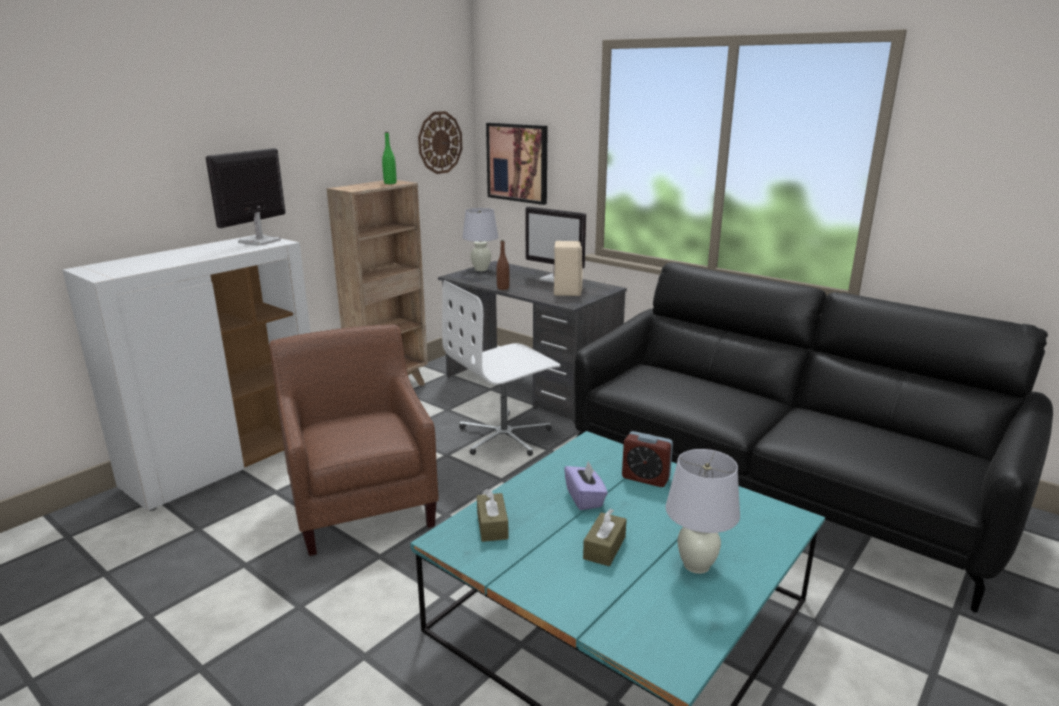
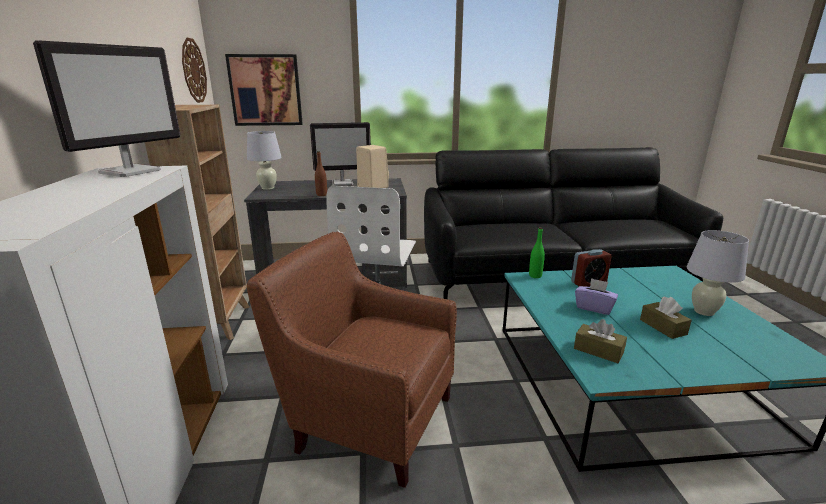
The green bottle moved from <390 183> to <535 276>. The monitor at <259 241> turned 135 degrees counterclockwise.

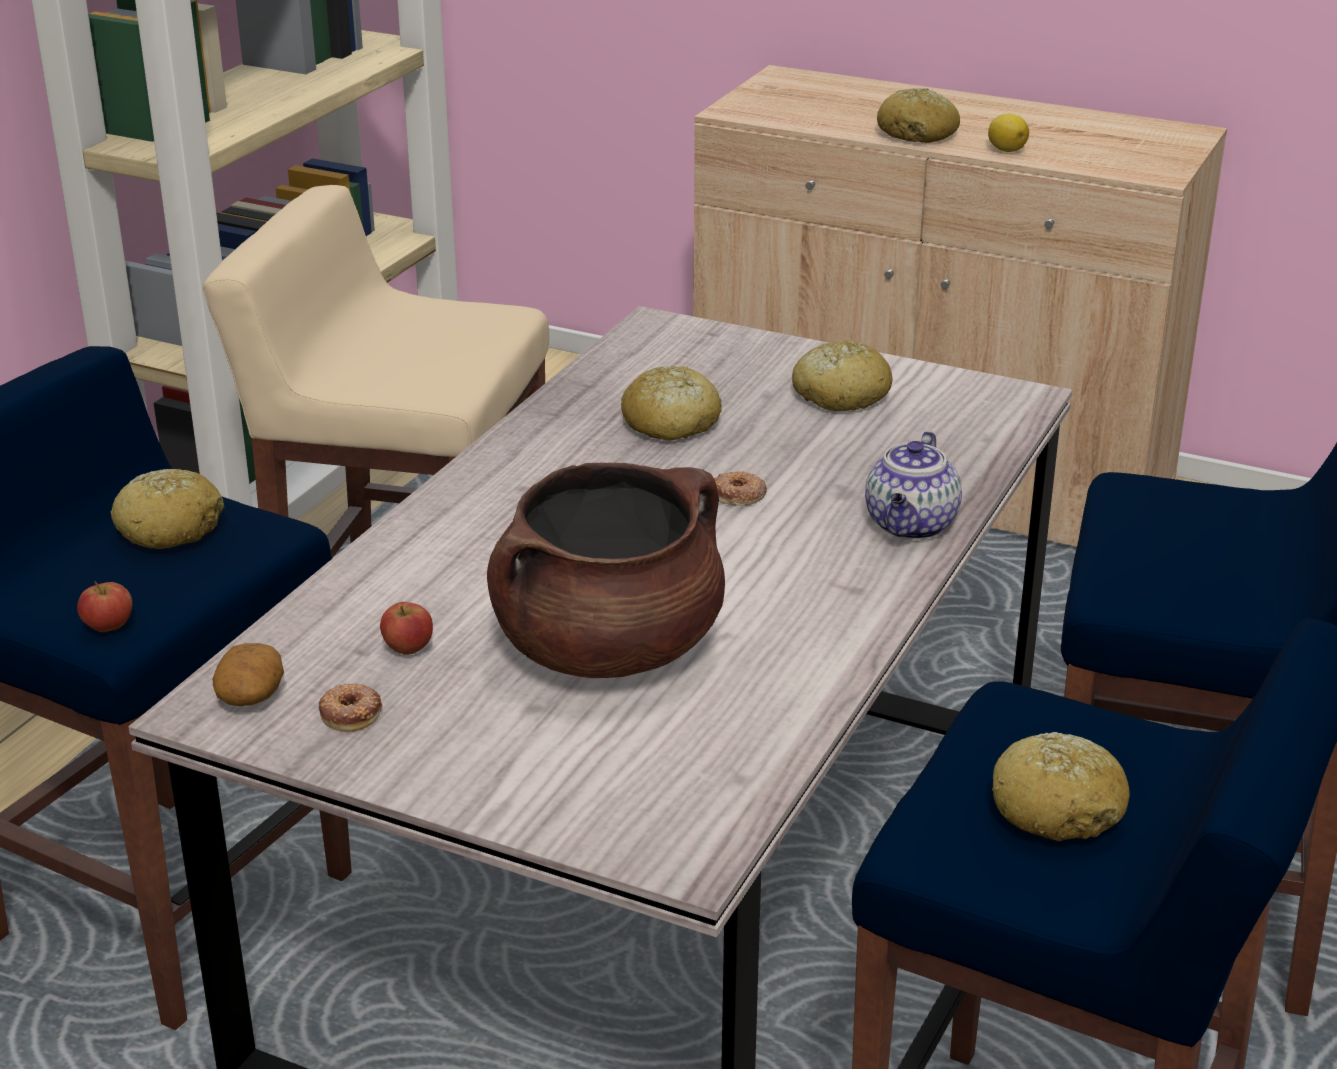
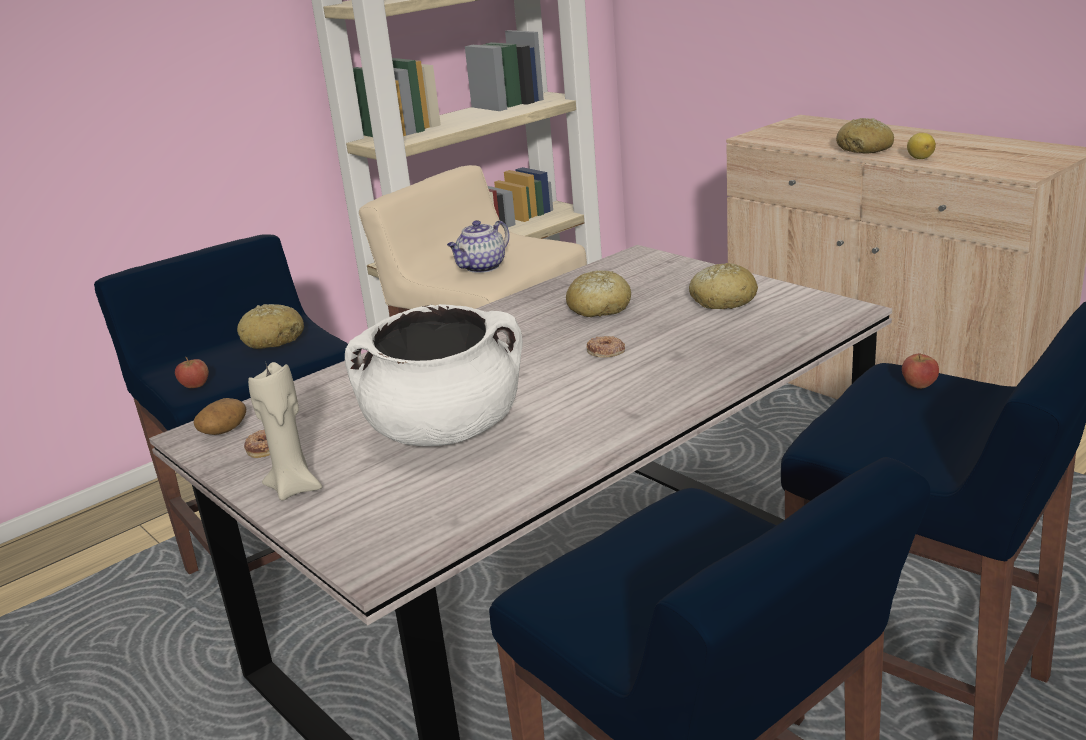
The tea pot moved from <911 526> to <481 268>. The brown-coloured stockpot at <608 648> became the whitish stockpot at <445 430>. The whole apple moved from <408 648> to <919 385>. The bakery bread at <1057 809> disappeared. The beige candle at <295 488> appeared.

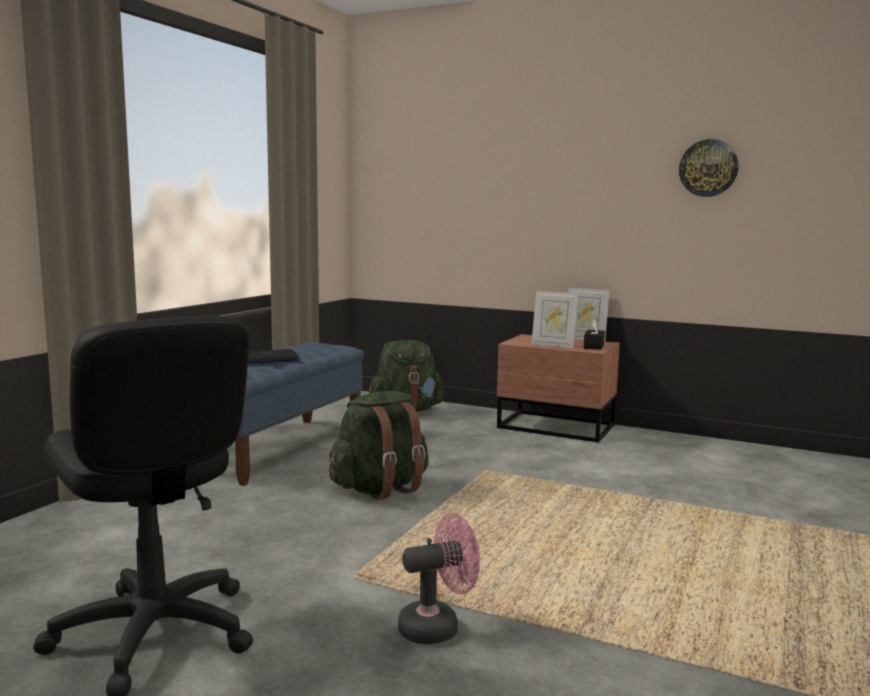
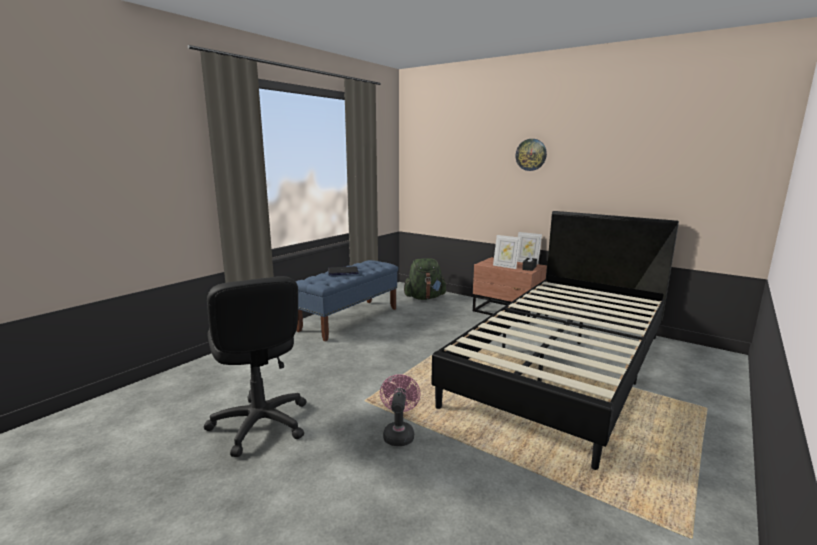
The clock on the wall moved from <708 168> to <531 154>. The green rucksack at <380 488> disappeared. The pink-coloured fan at <438 627> turned 75 degrees counterclockwise. The black bedroom bed at <564 367> appeared.

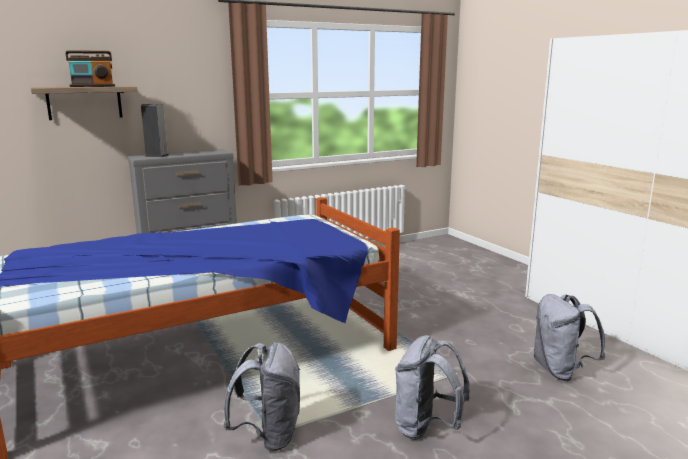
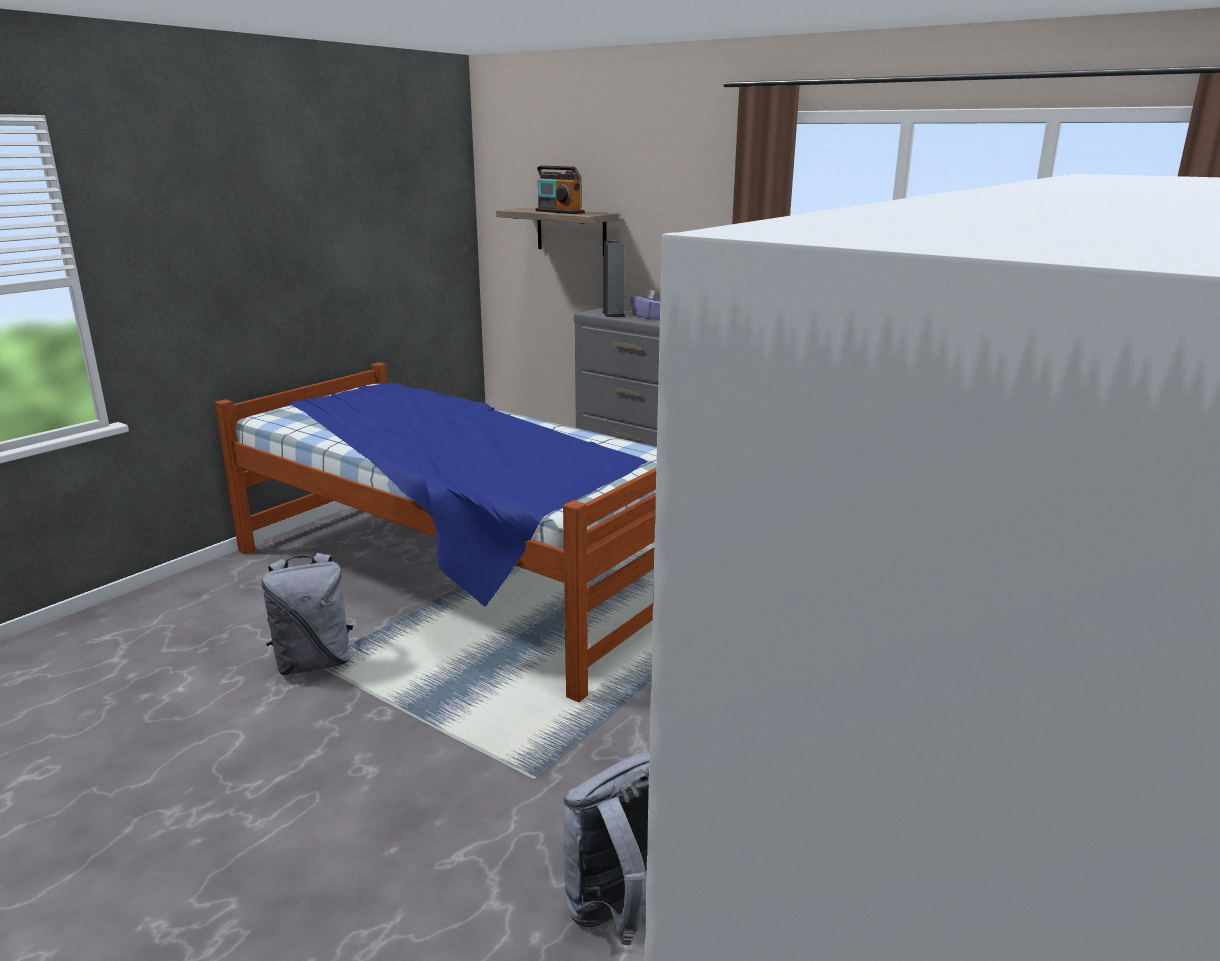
The greyish rucksack at <426 428> disappeared. The purple-coloured tissue box at <647 316> appeared.

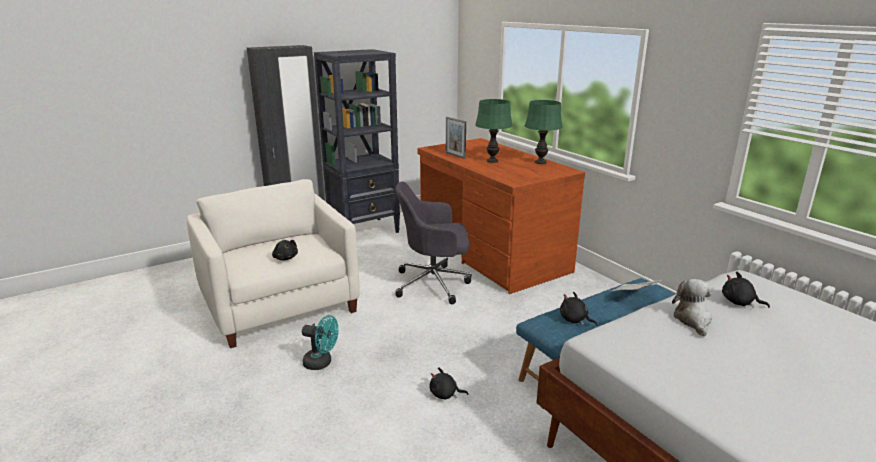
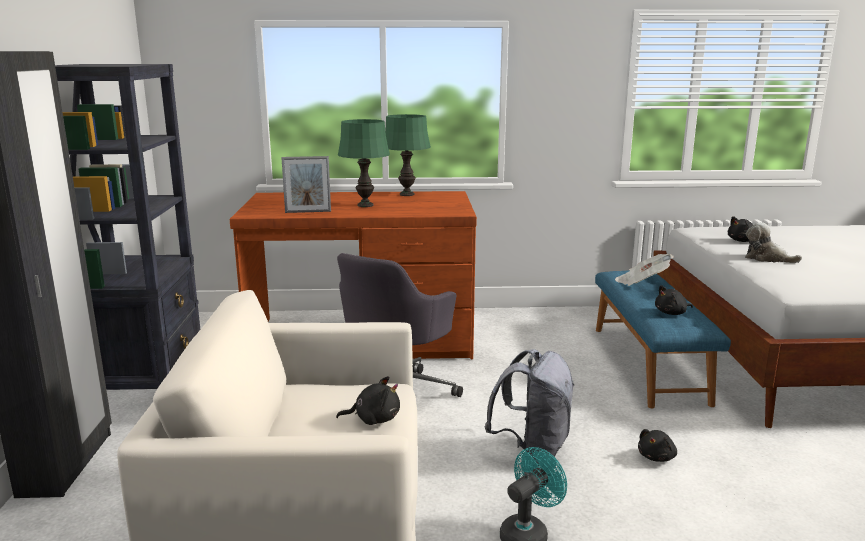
The greyish rucksack at <532 451> appeared.

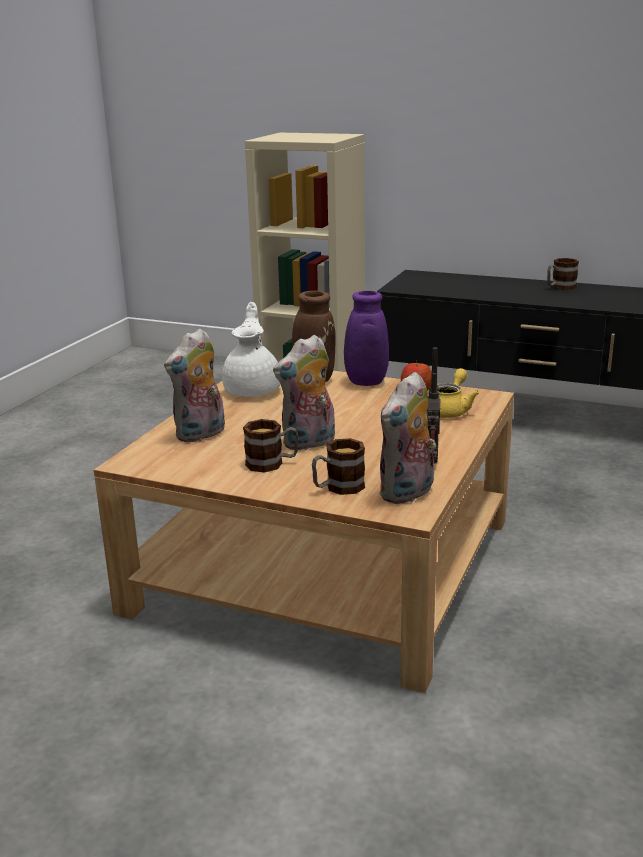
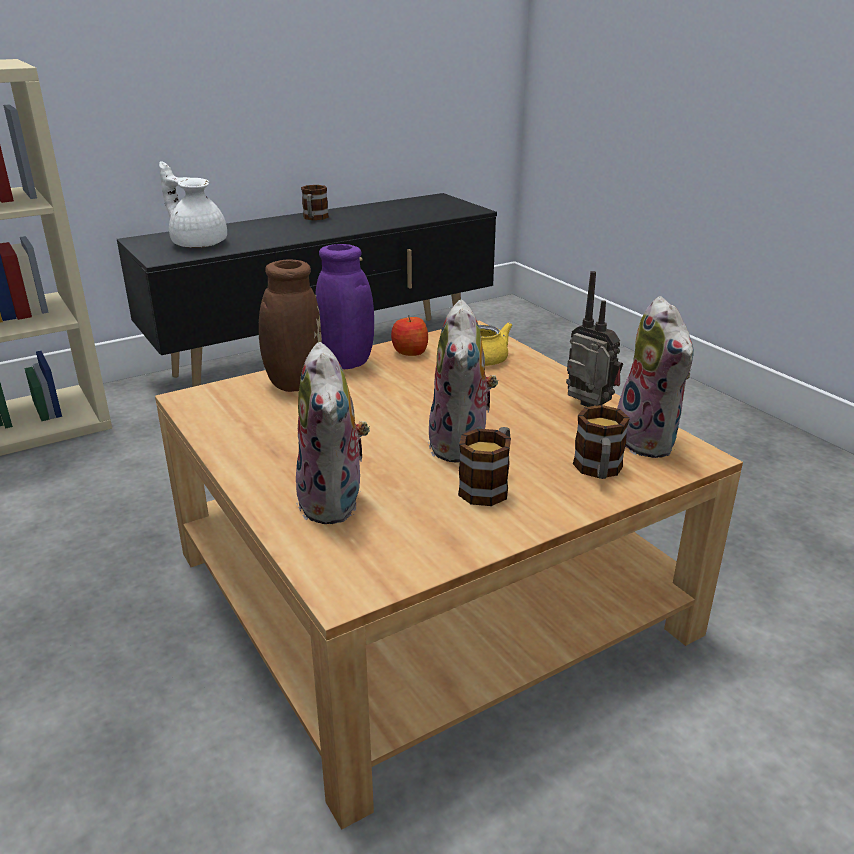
The whitish tea pot moved from <254 390> to <198 243>.

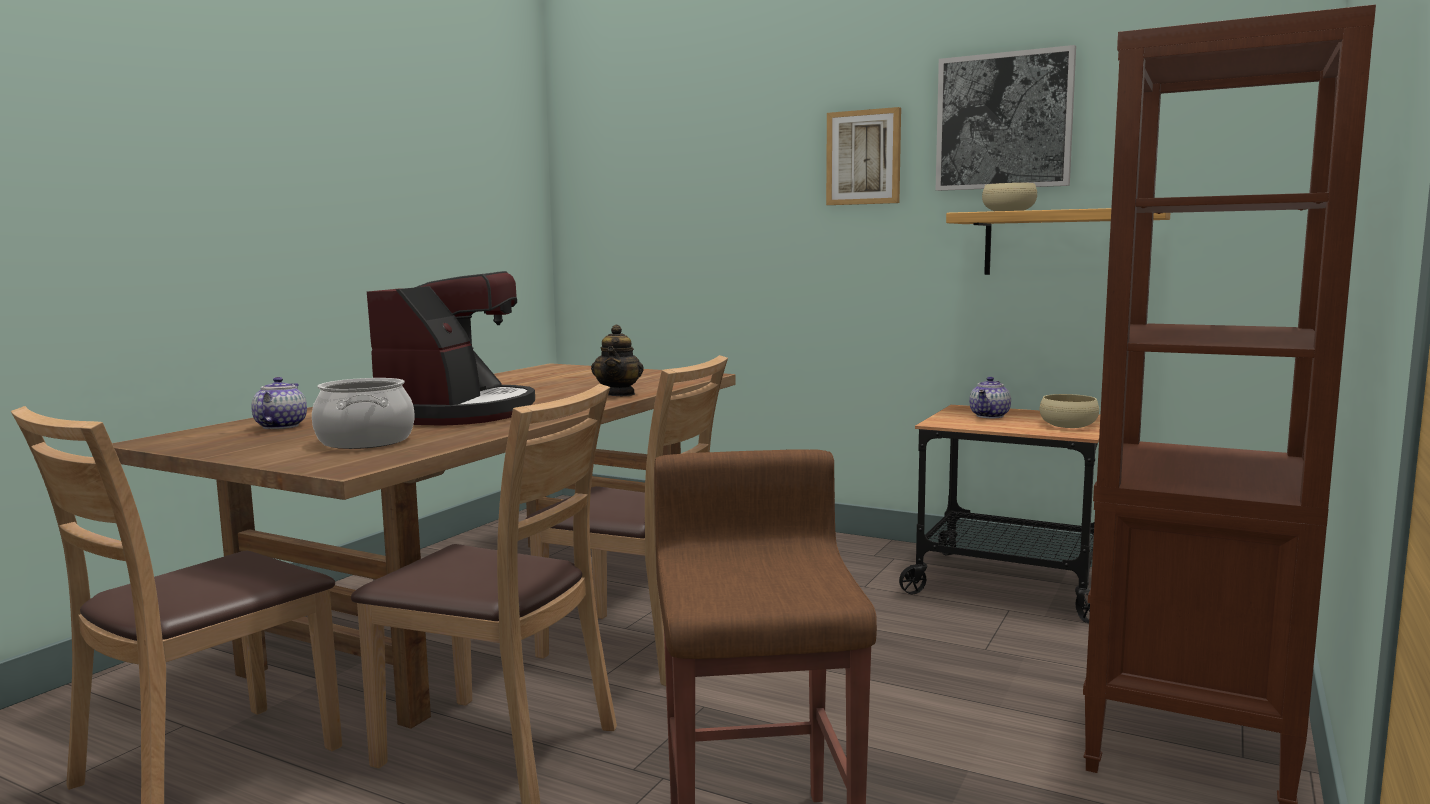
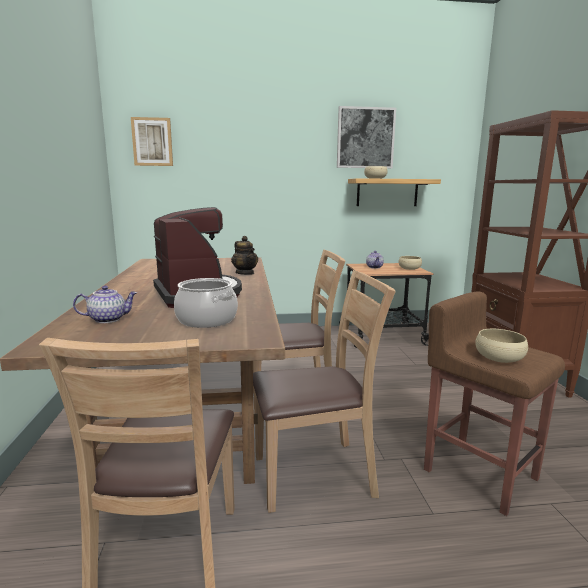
The wall art moved from <864 157> to <152 142>. The tea pot at <280 426> turned 105 degrees clockwise. The beige serving bowl at <499 357> appeared.

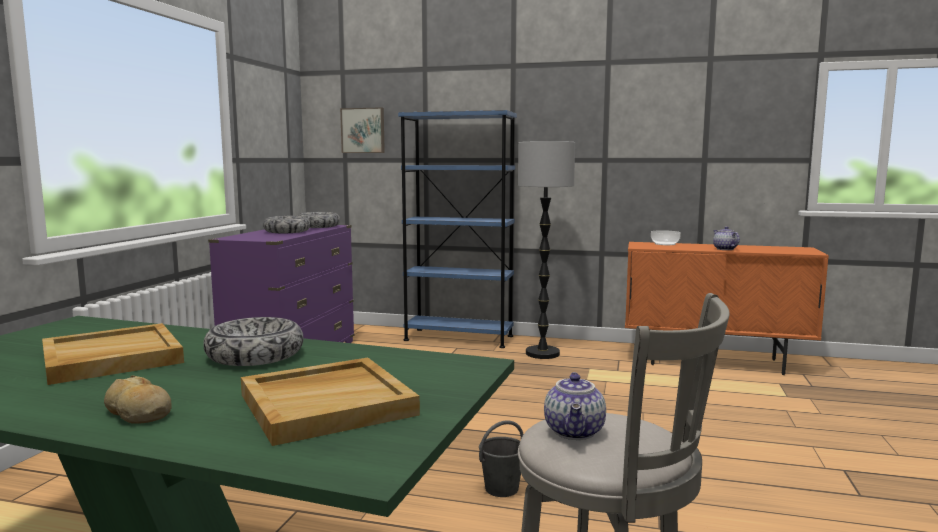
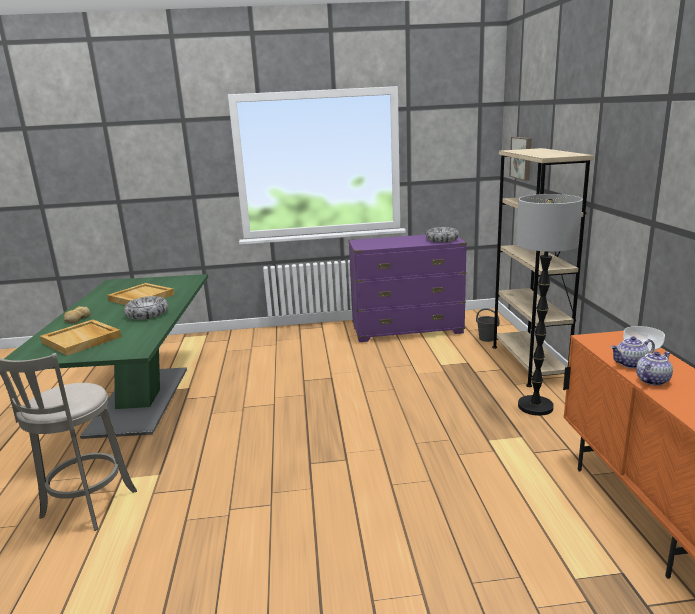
The blue-coloured bookshelf at <458 338> became the beige bookshelf at <528 363>. The serving bowl at <287 231> disappeared. The tea pot moved from <575 432> to <630 364>. The greyish bucket moved from <502 488> to <487 338>.

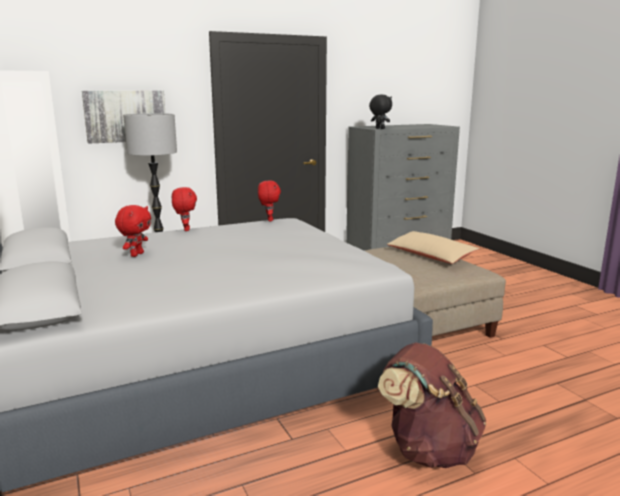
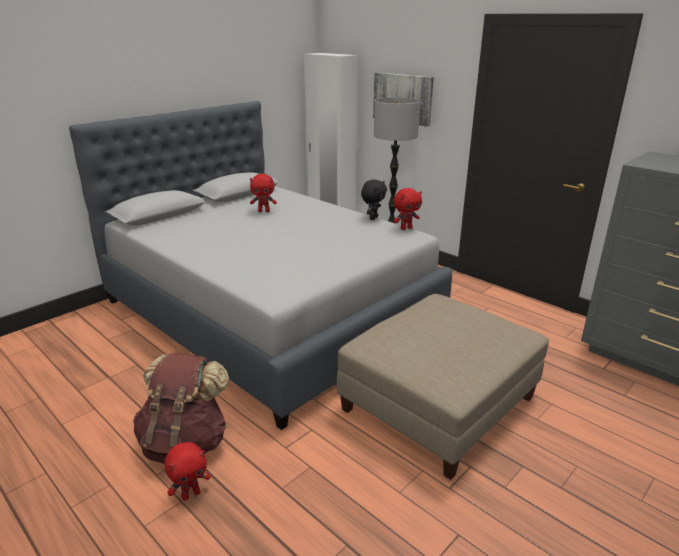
The black soft toy moved from <379 128> to <373 218>. The red soft toy moved from <185 229> to <191 494>. The beige pillow at <430 256> disappeared.

